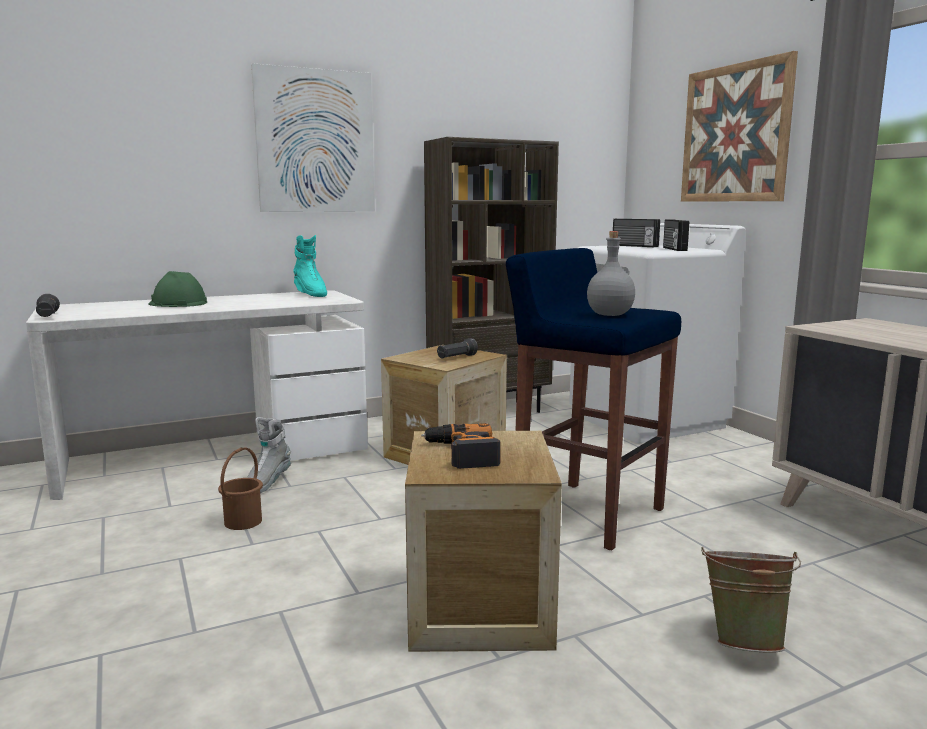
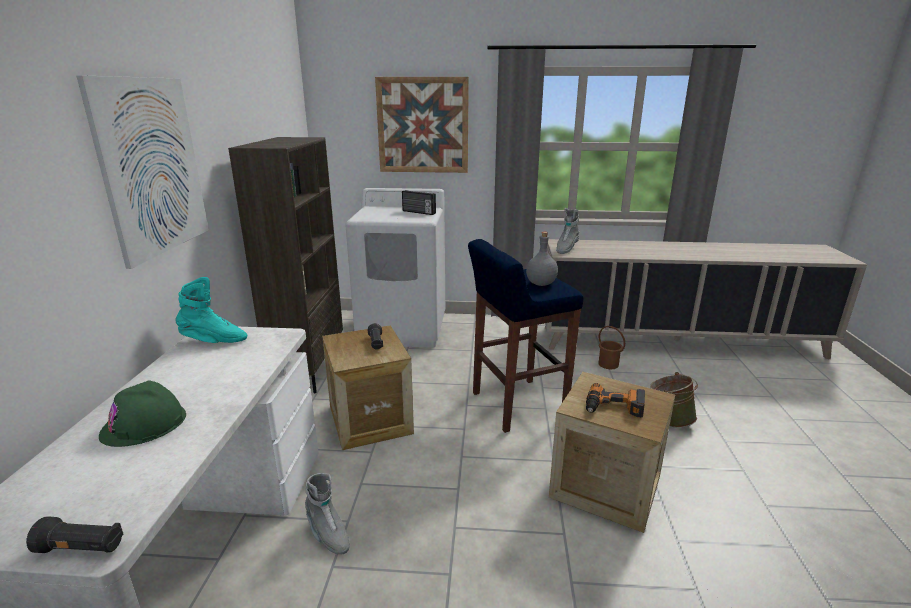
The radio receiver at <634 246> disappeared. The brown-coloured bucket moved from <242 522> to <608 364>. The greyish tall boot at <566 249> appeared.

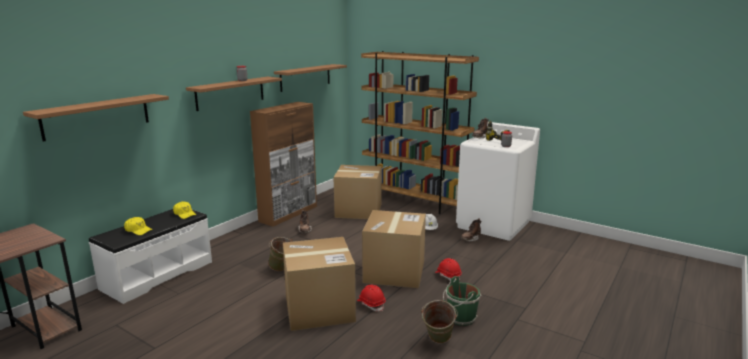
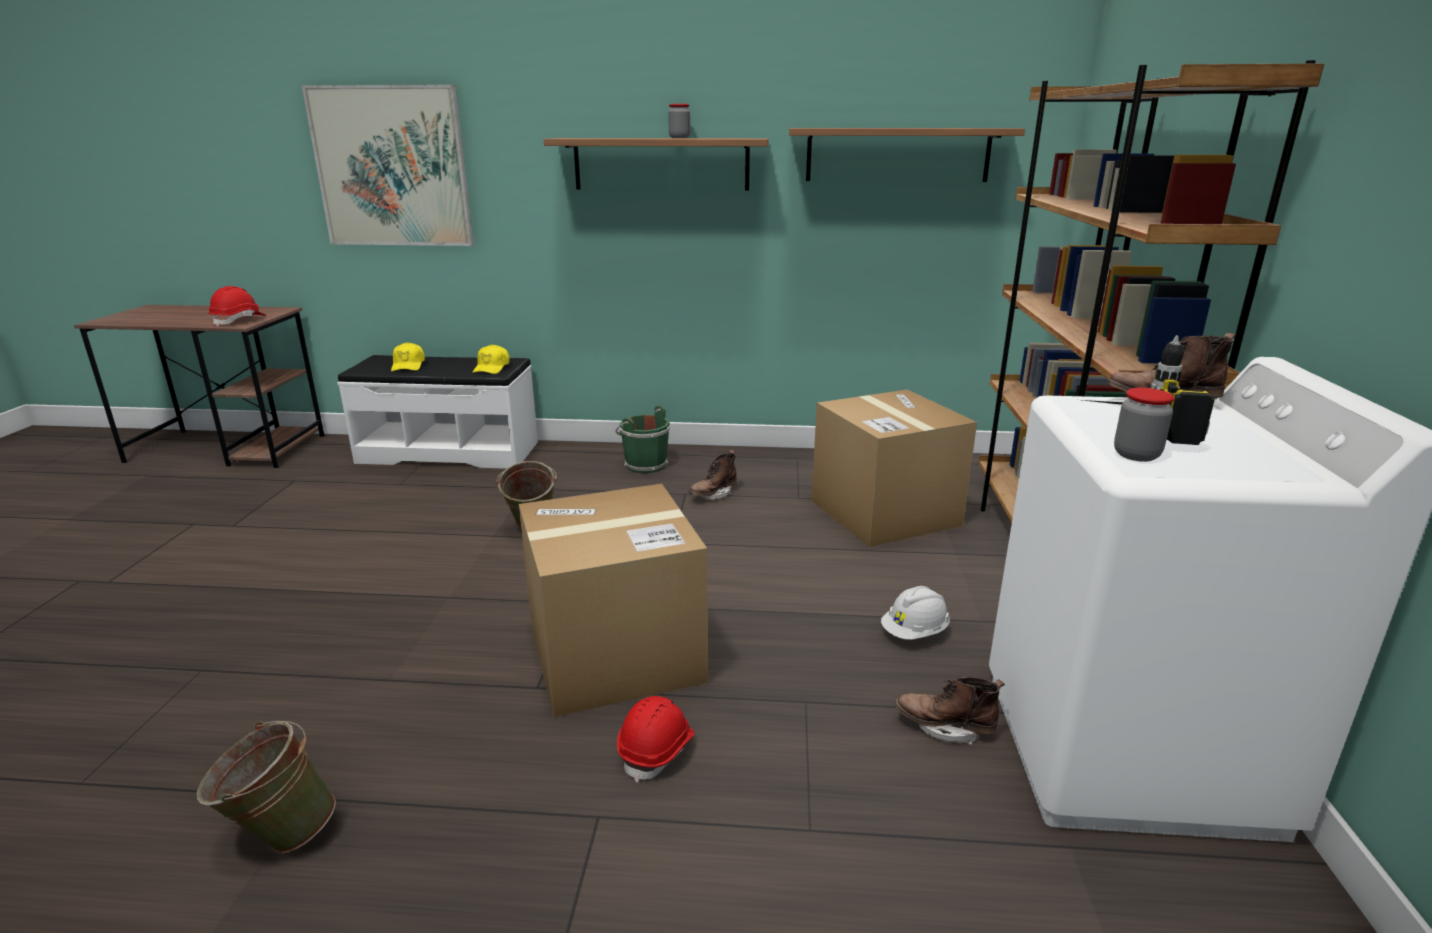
The bracket shelf at <97 116> was replaced by the wall art at <392 167>. The brown-coloured cupboard at <289 213> disappeared. The cardboard box at <319 308> disappeared. The green bucket moved from <460 318> to <644 464>. The red hard hat moved from <371 304> to <239 320>.

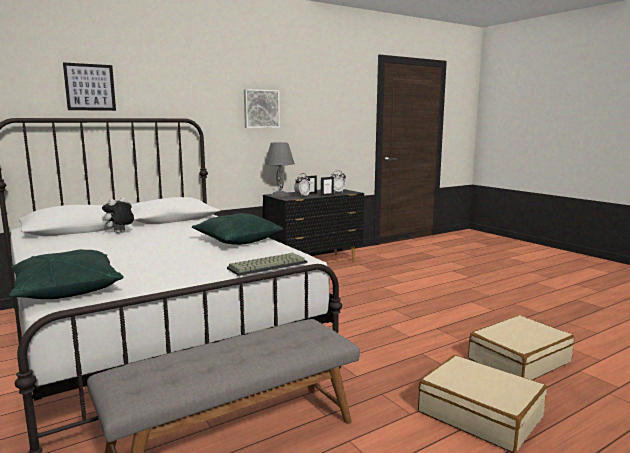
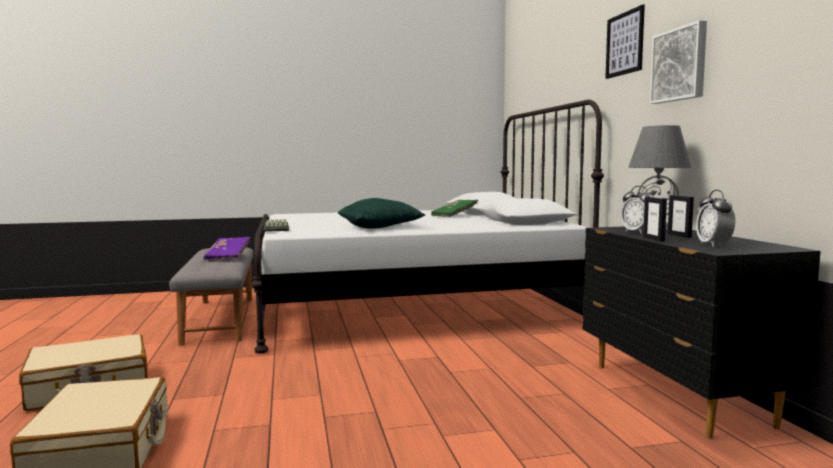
The wall art moved from <90 87> to <625 43>. The soft toy at <120 233> was replaced by the green volume at <454 216>. The green pillow at <66 290> disappeared. The purple-coloured volume at <228 257> appeared.

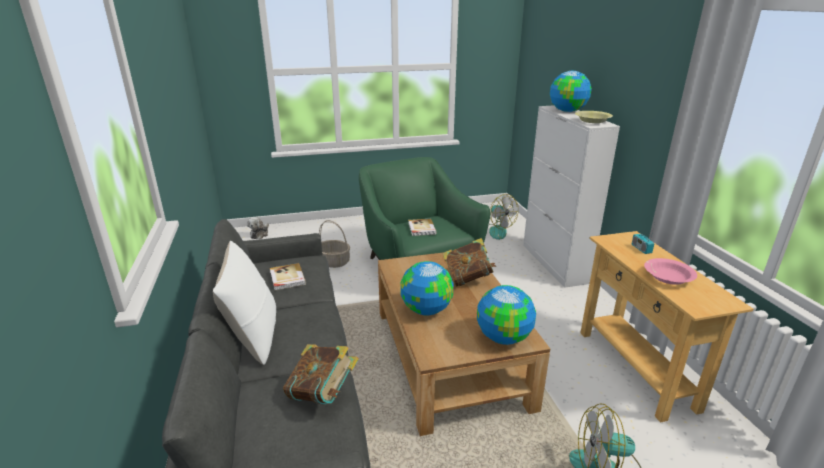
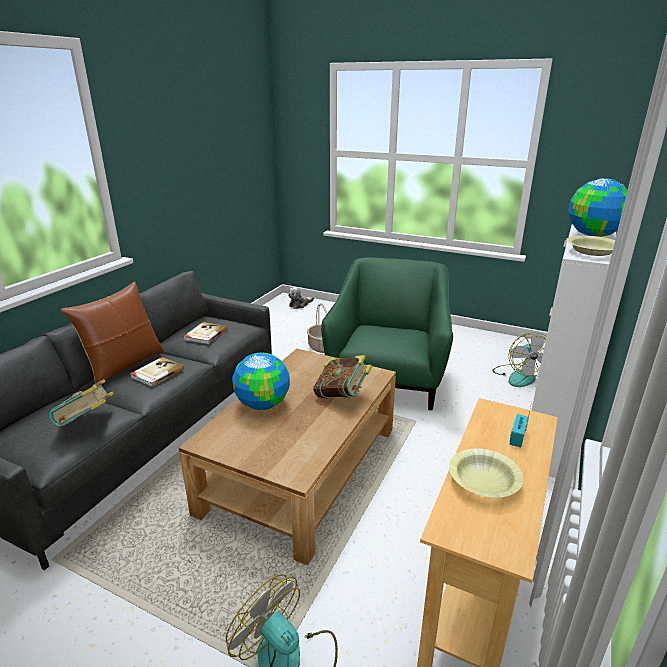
The volume moved from <421 228> to <157 373>. The whitish pillow at <254 336> became the brown-coloured pillow at <124 365>. The pink-coloured serving bowl at <668 277> became the yellow serving bowl at <484 481>. The desk globe at <503 337> disappeared.

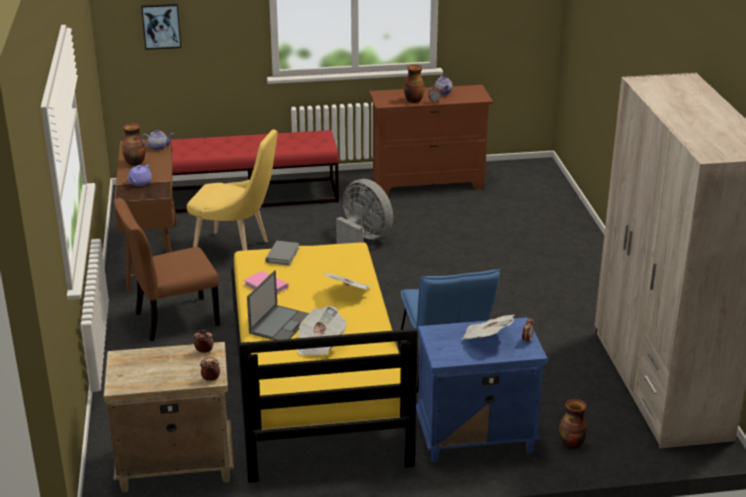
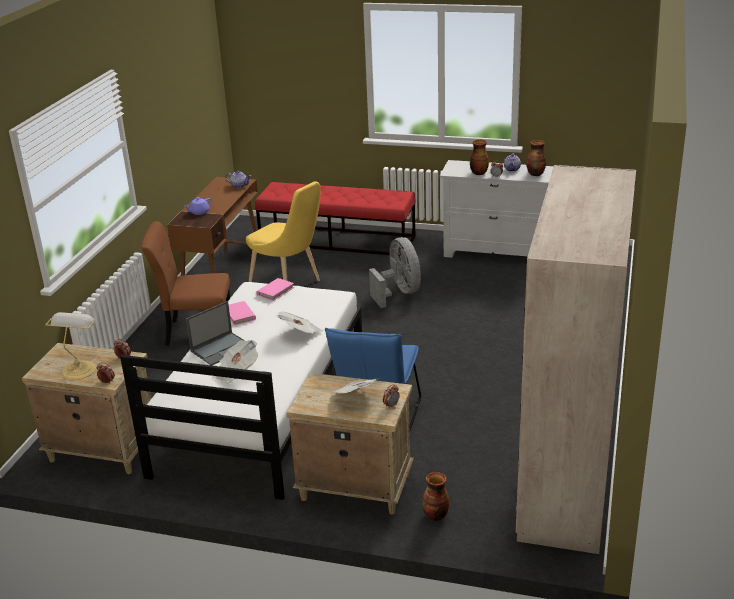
The wall art at <161 26> disappeared. The brown-coloured chest of drawers at <428 183> became the whitish chest of drawers at <496 252>. The vase moved from <135 163> to <535 174>. The greyish volume at <282 255> became the pink-coloured volume at <275 291>. The yellow bedroom bed at <314 380> became the whitish bedroom bed at <262 405>. The blue-coloured bedside table at <474 438> became the beige bedside table at <354 487>. The table lamp at <79 369> appeared.

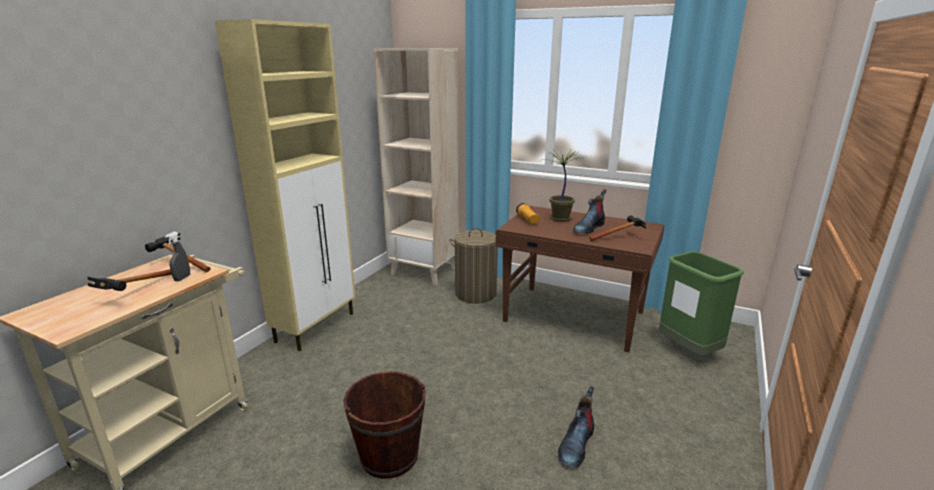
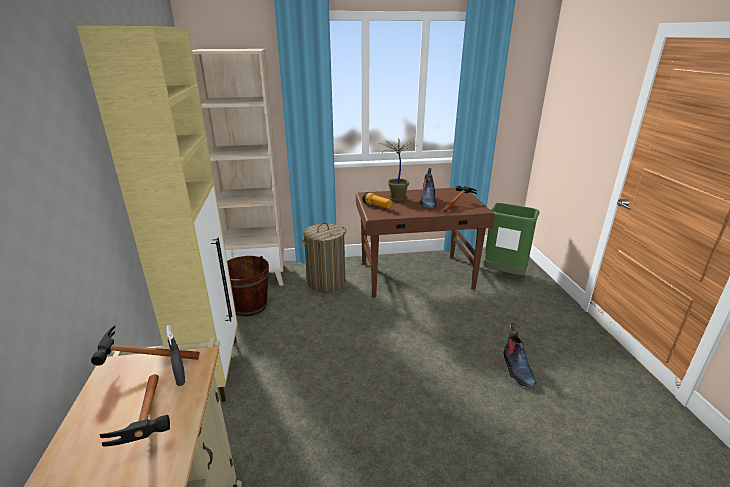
The brown-coloured bucket moved from <389 456> to <249 306>.

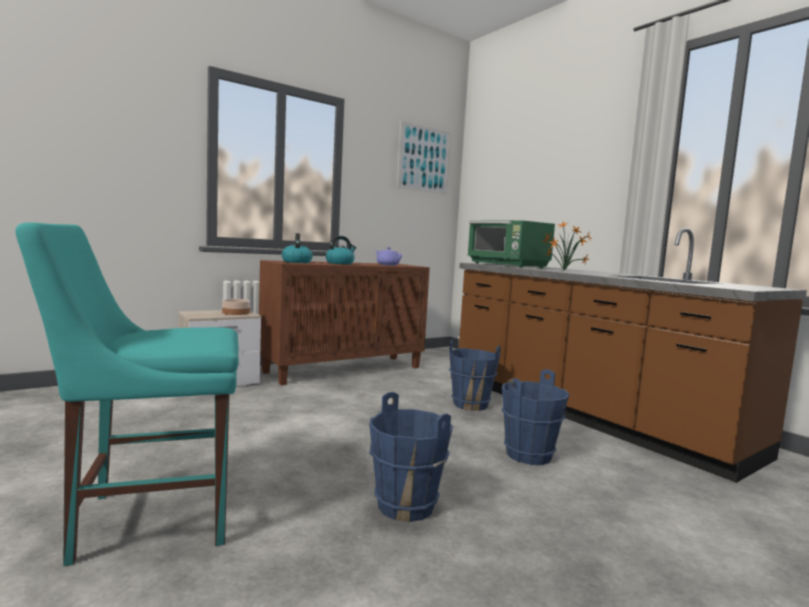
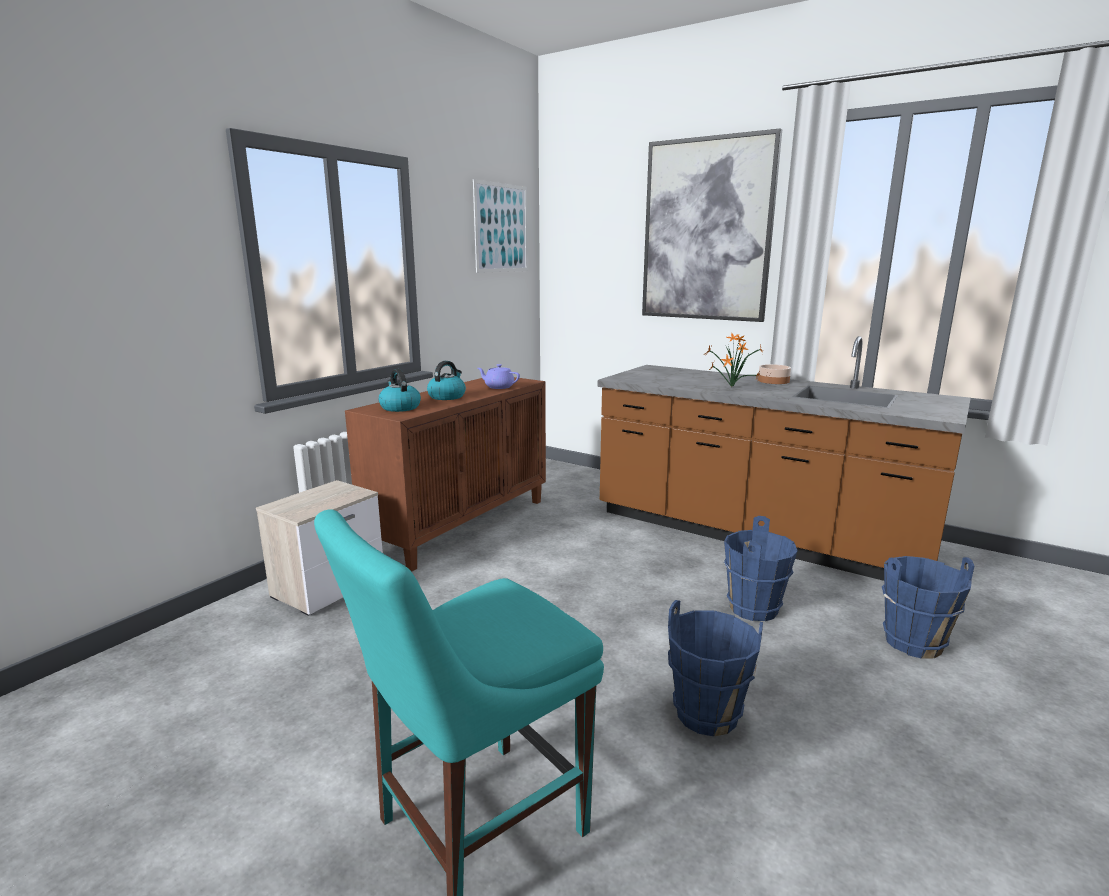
The green microwave oven at <507 265> disappeared. The serving bowl moved from <236 313> to <773 381>. The blue-coloured bucket moved from <470 405> to <912 643>. The wall art at <707 230> appeared.

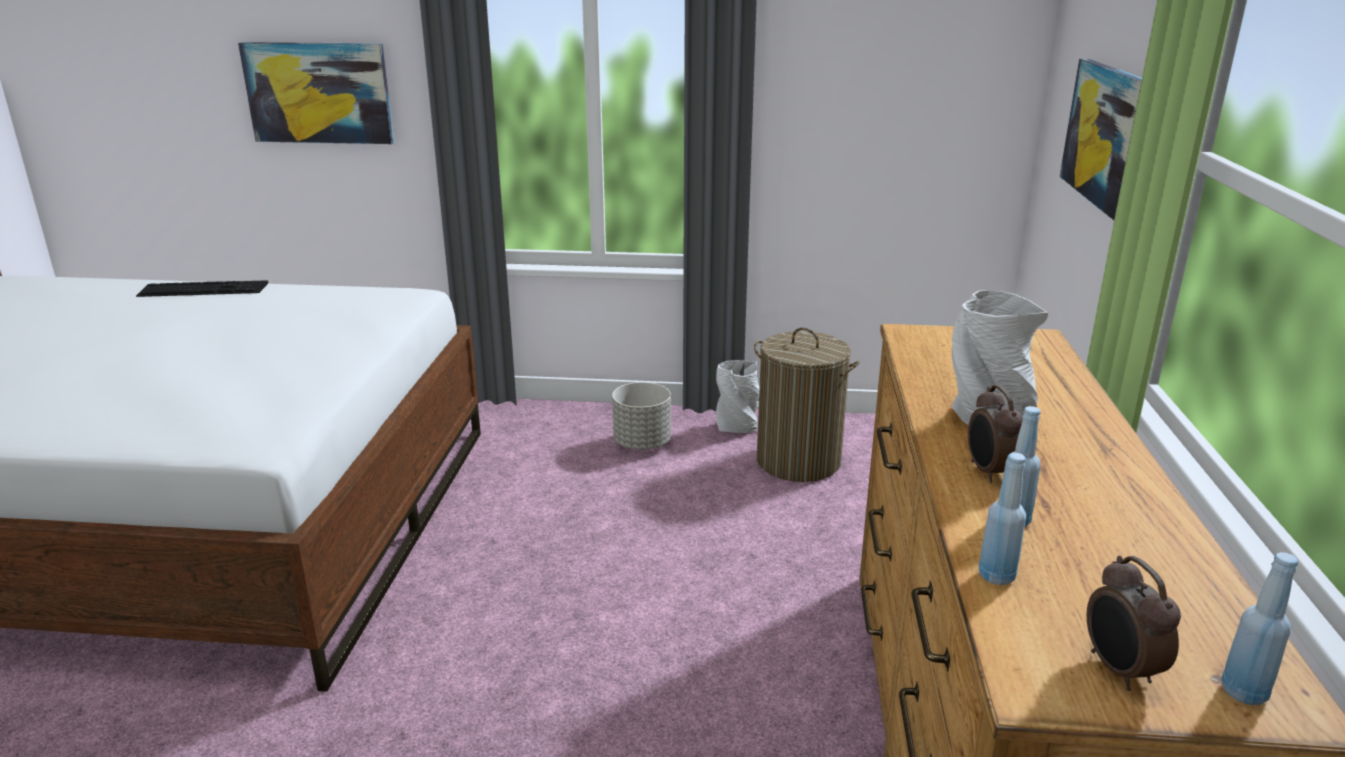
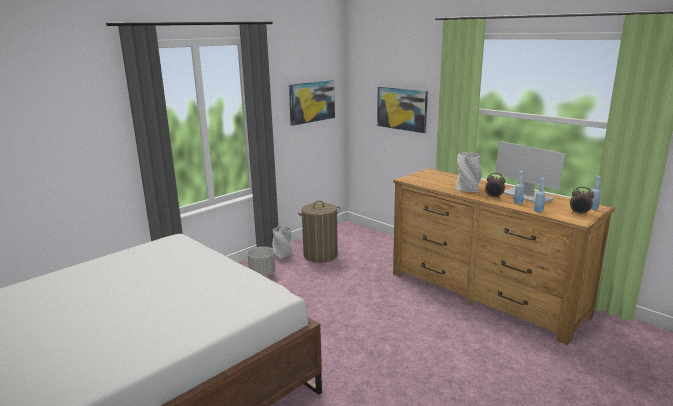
The wall art moved from <319 93> to <311 102>. The keyboard at <203 289> disappeared. The monitor at <526 196> appeared.

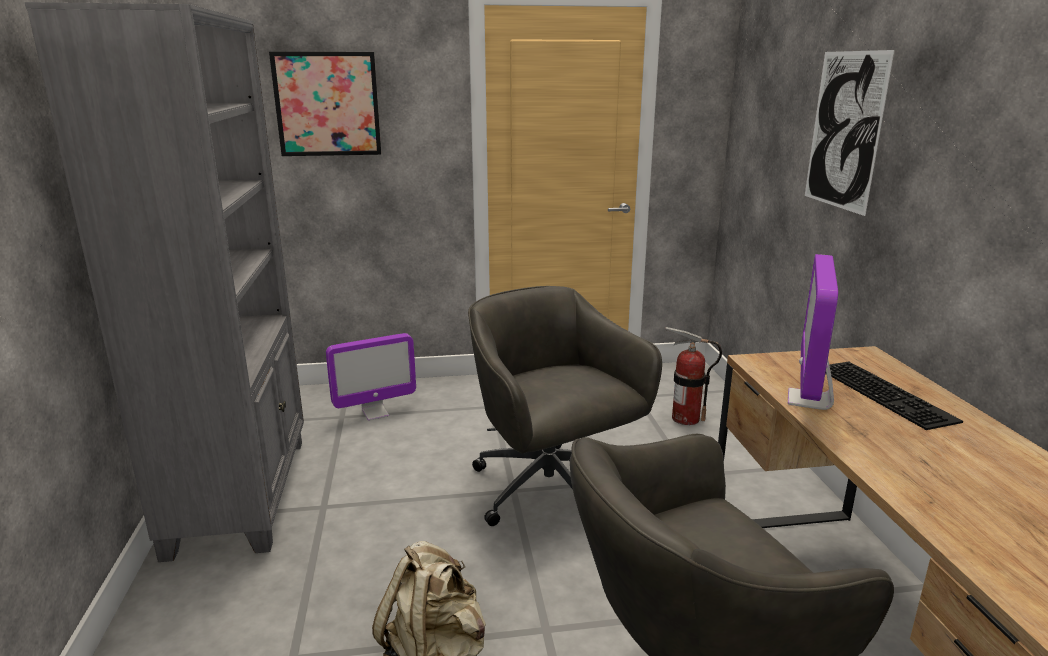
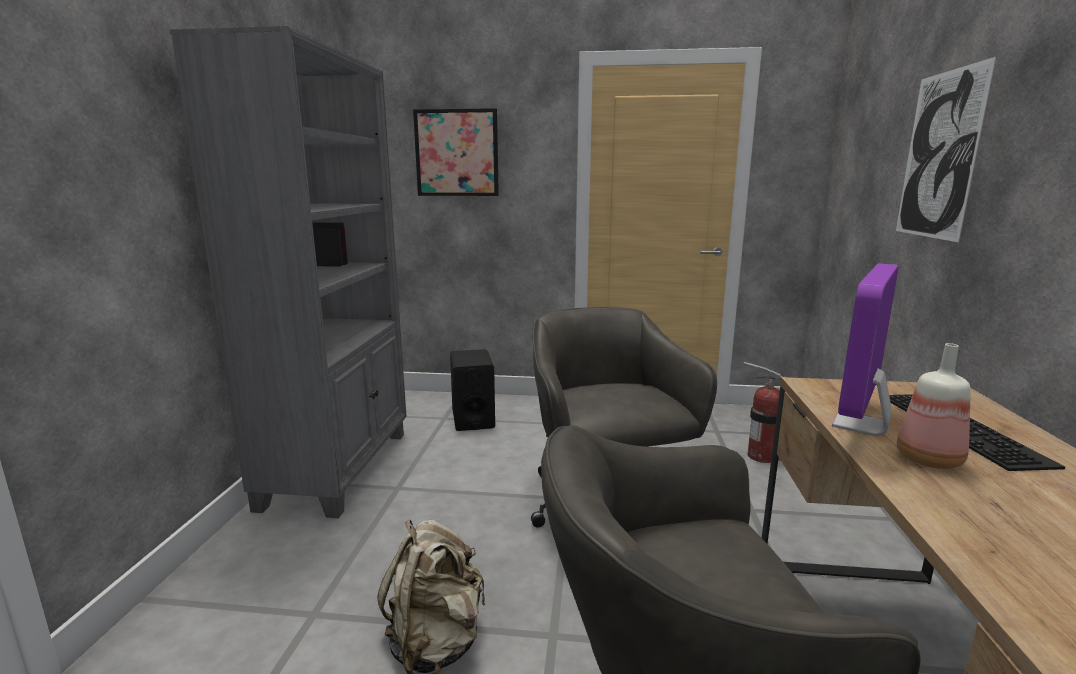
The monitor at <375 413> was replaced by the black audio speaker at <473 418>. The bottle at <931 460> appeared.

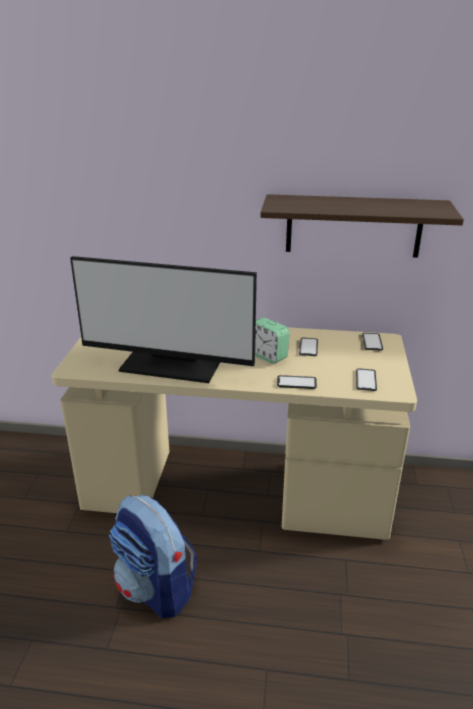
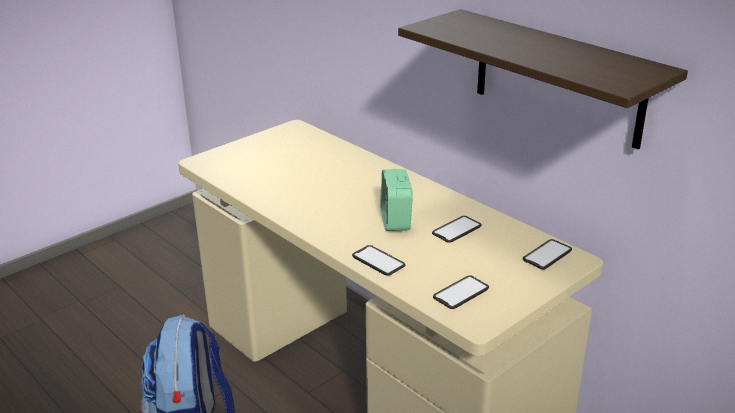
The monitor at <171 364> disappeared.

